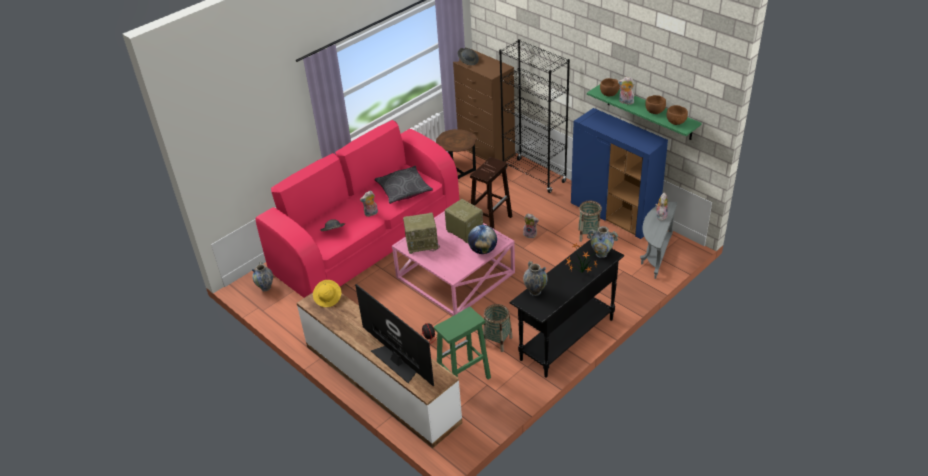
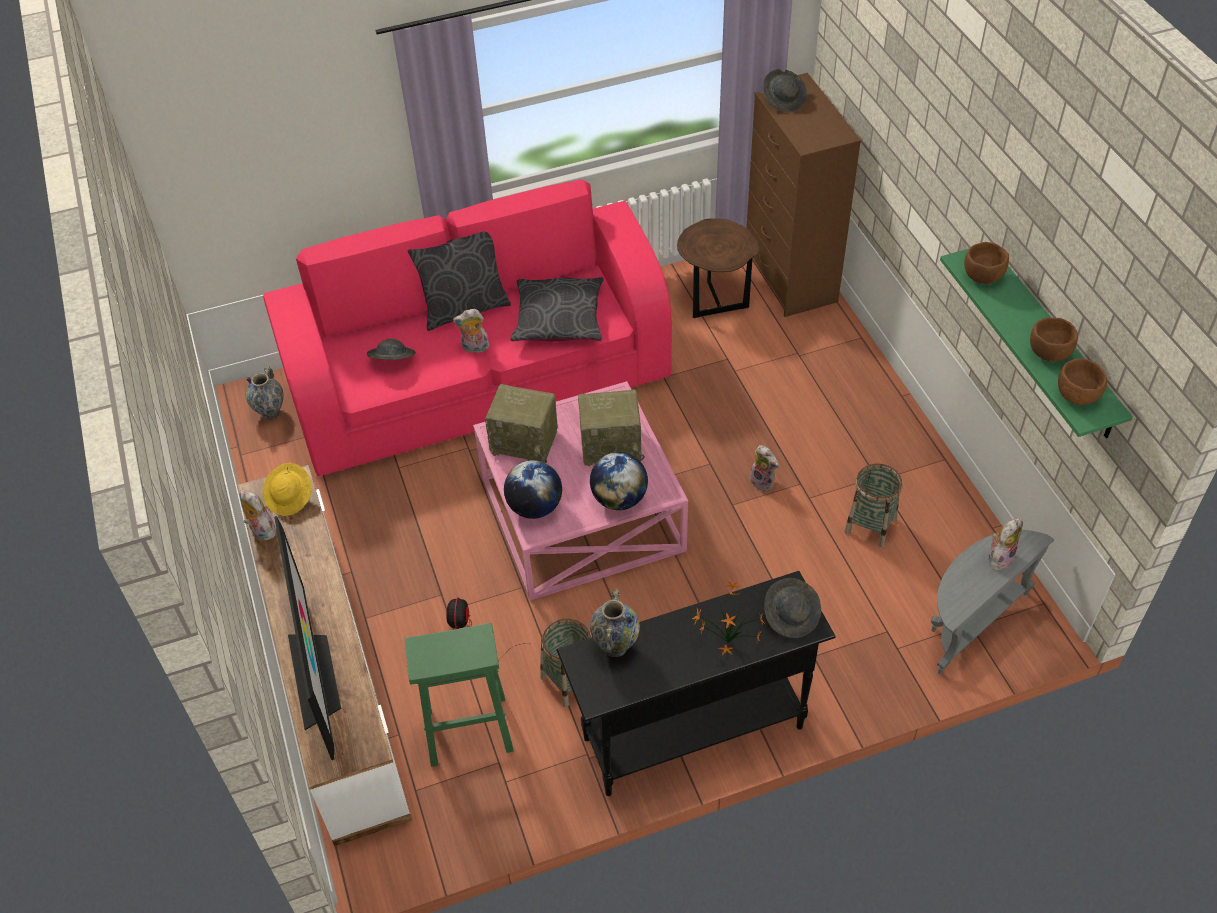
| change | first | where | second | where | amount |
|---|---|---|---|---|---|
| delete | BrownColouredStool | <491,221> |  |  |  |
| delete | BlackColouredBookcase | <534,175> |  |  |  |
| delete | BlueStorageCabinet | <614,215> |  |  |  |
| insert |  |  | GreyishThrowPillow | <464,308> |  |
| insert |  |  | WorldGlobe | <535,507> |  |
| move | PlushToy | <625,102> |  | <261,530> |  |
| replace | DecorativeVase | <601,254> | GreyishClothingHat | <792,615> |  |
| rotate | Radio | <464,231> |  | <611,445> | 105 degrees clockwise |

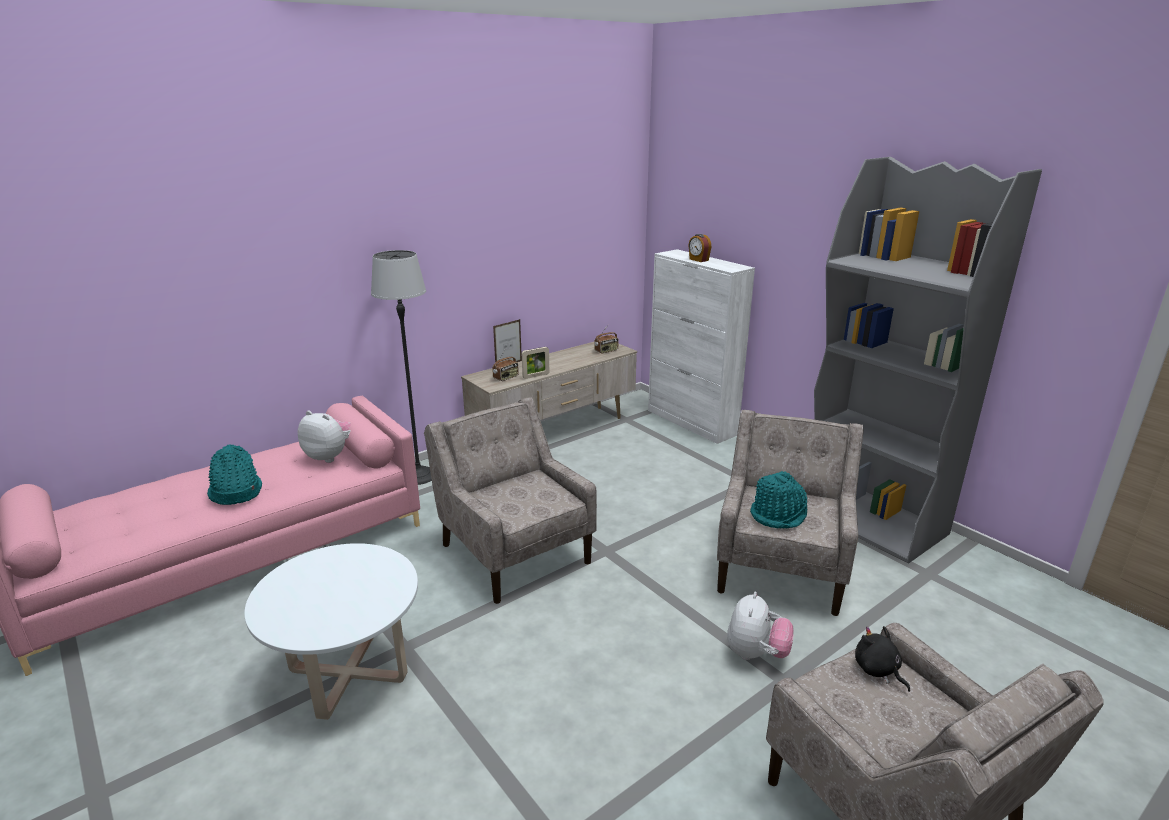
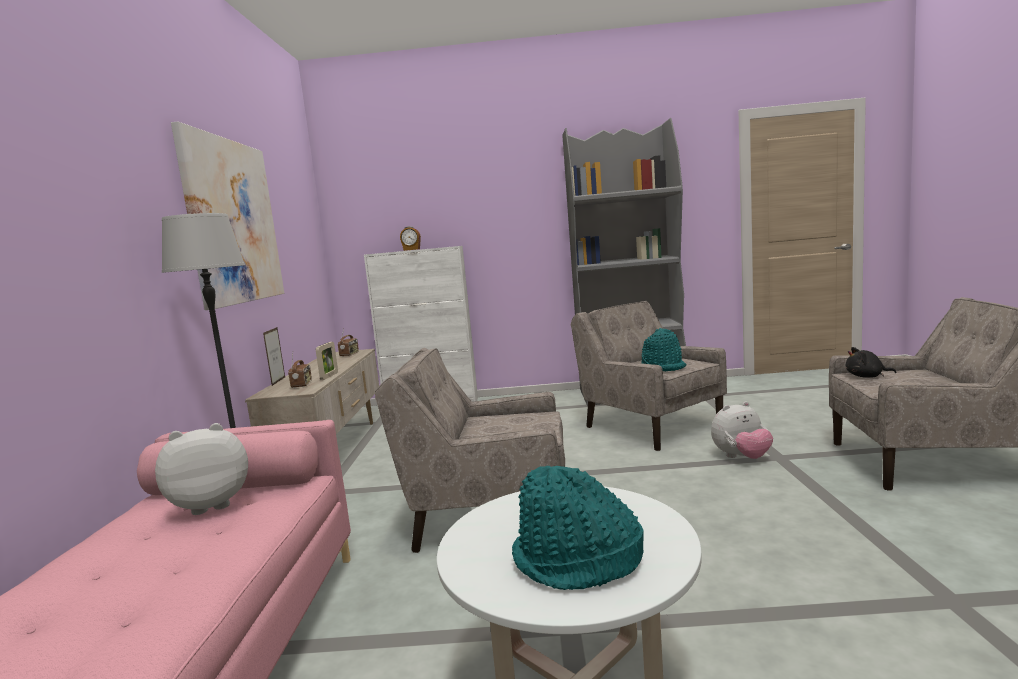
| change | first | where | second | where | amount |
|---|---|---|---|---|---|
| insert |  |  | Picture | <233,221> |  |
| move | TurquoiseColouredClothingHat | <235,492> |  | <577,562> |  |
| rotate | PlushToy | <756,653> |  | <741,458> | 105 degrees clockwise |

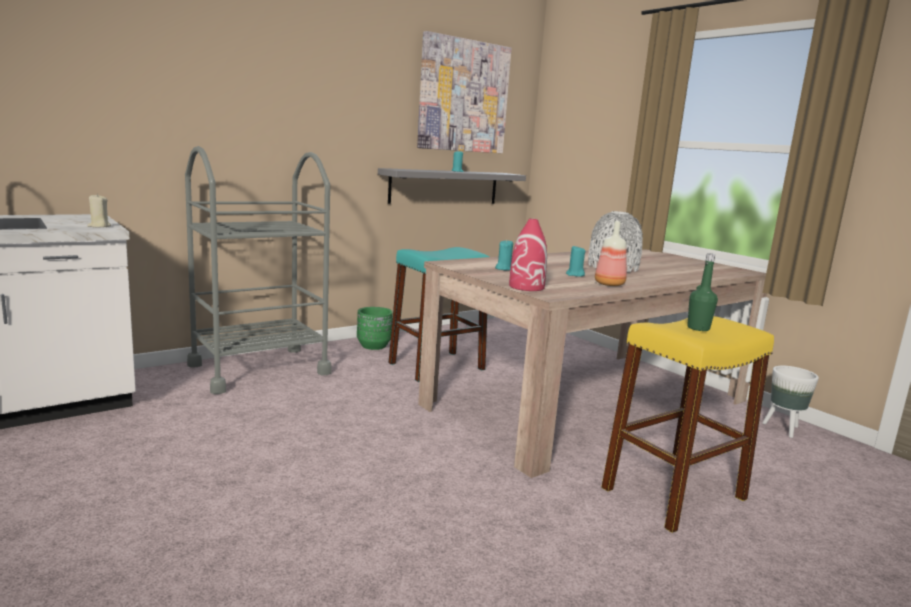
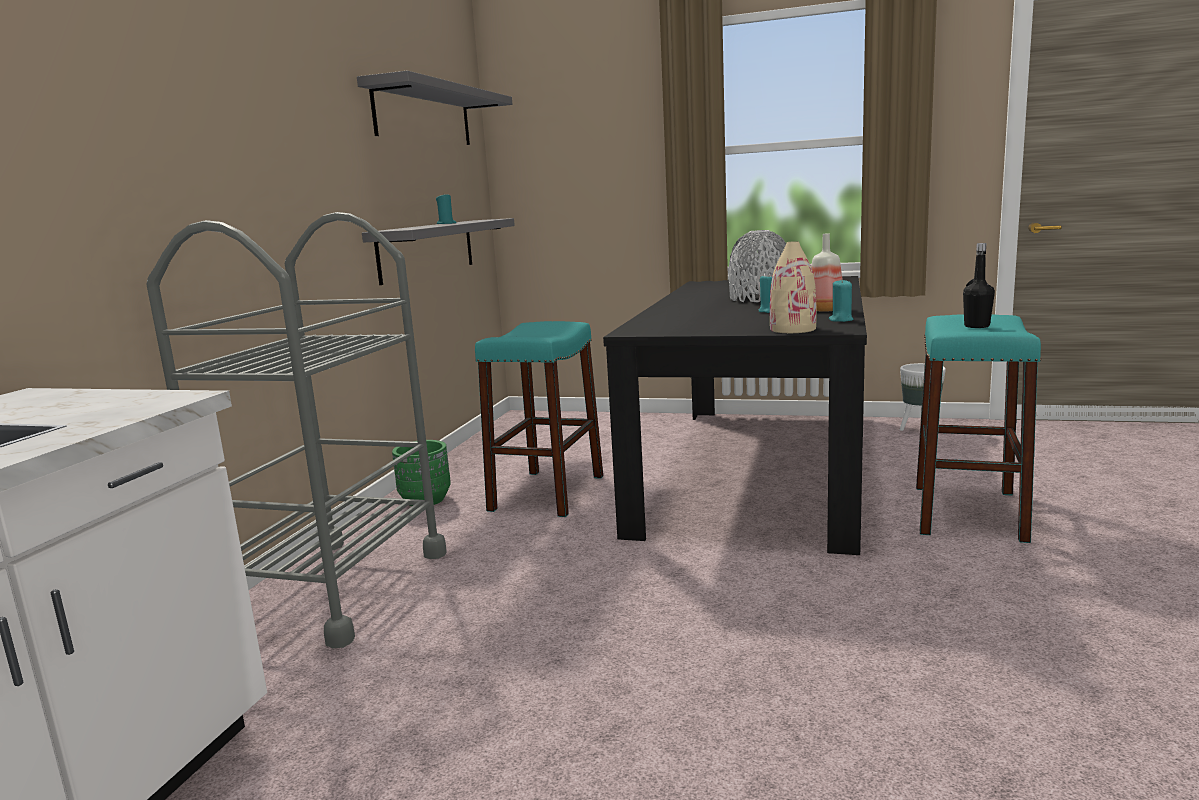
| change | first | where | second | where | amount |
|---|---|---|---|---|---|
| delete | BeigeColouredCandle | <99,226> |  |  |  |
| move | TurquoiseColouredCandle | <503,269> |  | <841,320> |  |
| replace | Picture | <463,96> | GreyishShelf | <424,115> |  |
| recolor | BeigeColouredDinnerTable | <590,402> | BlackColouredDinnerTable | <757,467> |  |
| recolor | ReddishDecorativeVase | <527,287> | BeigeColouredDecorativeVase | <793,329> |  |
| recolor | YellowColouredStool | <673,493> | TurquoiseColouredStool | <968,512> |  |
| recolor | GreenBeverageBottle | <698,328> | BlackColouredBeverageBottle | <976,326> |  |

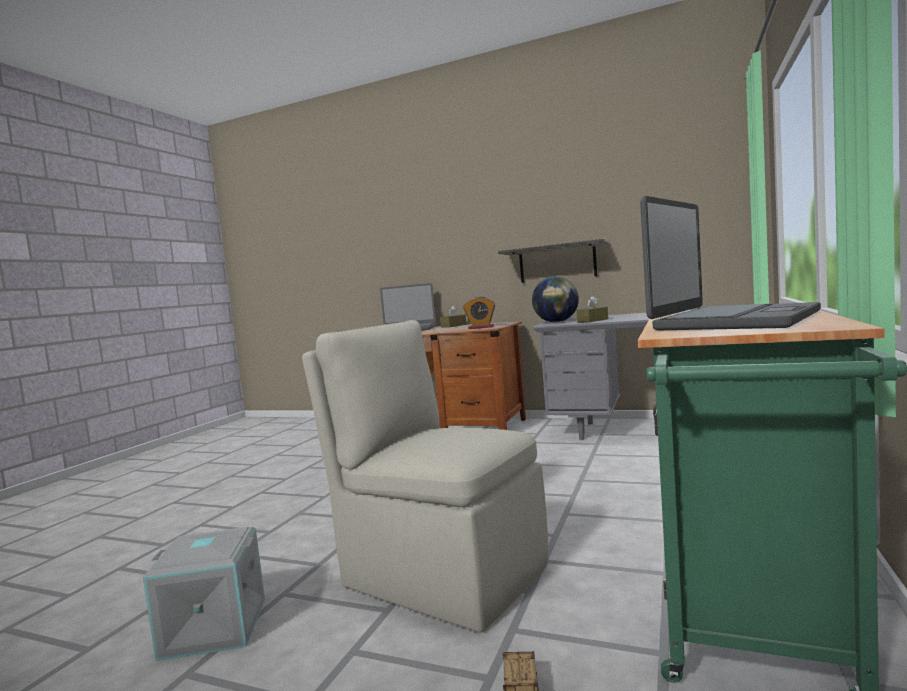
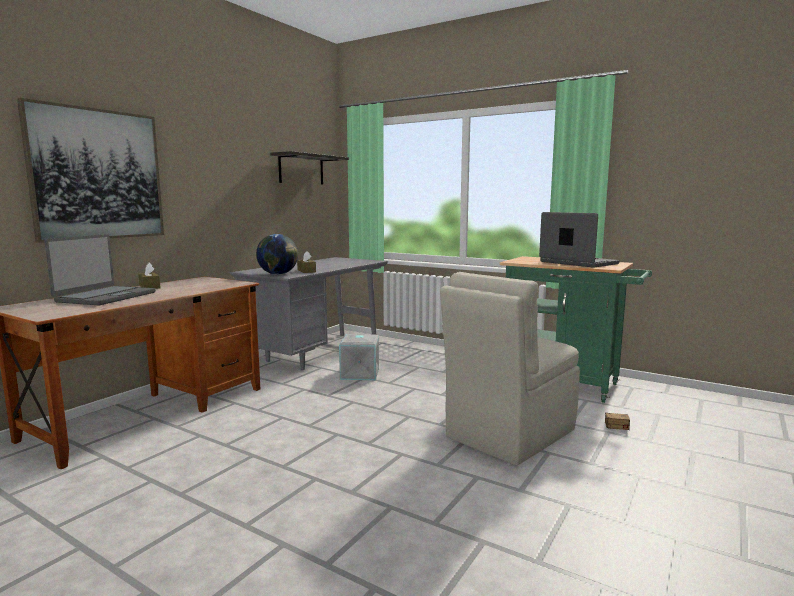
| change | first | where | second | where | amount |
|---|---|---|---|---|---|
| delete | AlarmClock | <481,327> |  |  |  |
| insert |  |  | Picture | <97,175> |  |
| move | GreyishStorageContainer | <213,629> |  | <360,374> |  |
| move | Shelf | <557,262> |  | <301,169> |  |

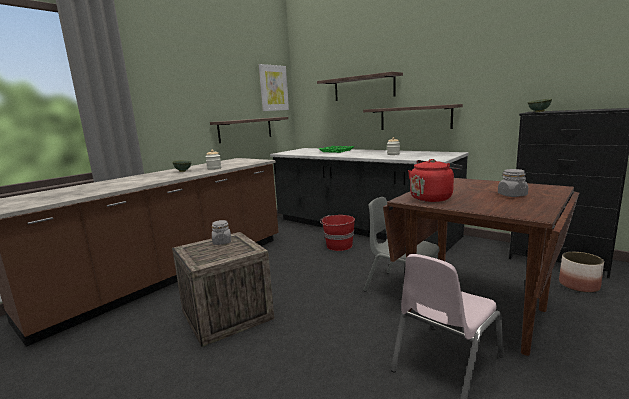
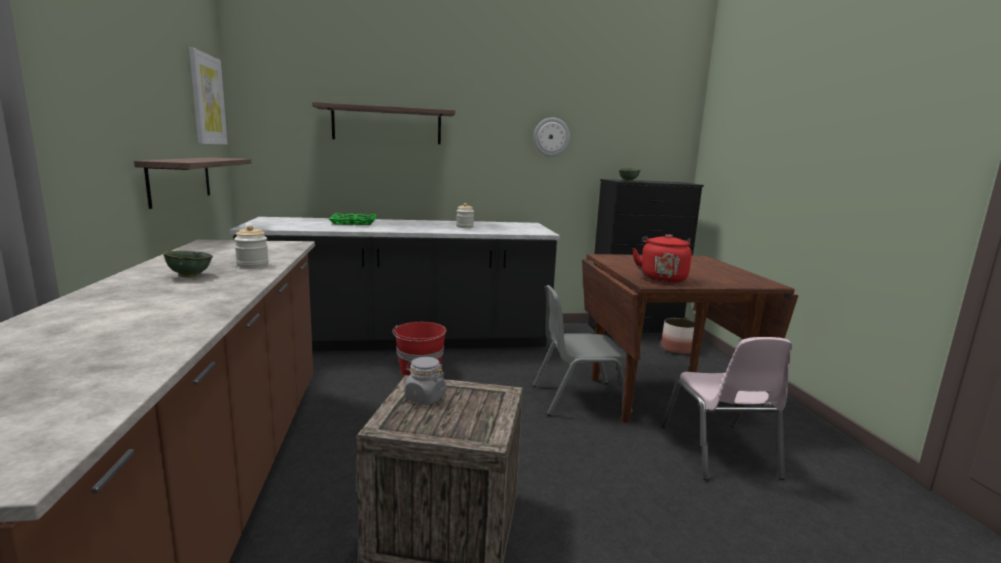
| change | first | where | second | where | amount |
|---|---|---|---|---|---|
| delete | Shelf | <415,118> |  |  |  |
| delete | GreyishPreserveJar | <512,195> |  |  |  |
| insert |  |  | HangingClock | <551,137> |  |

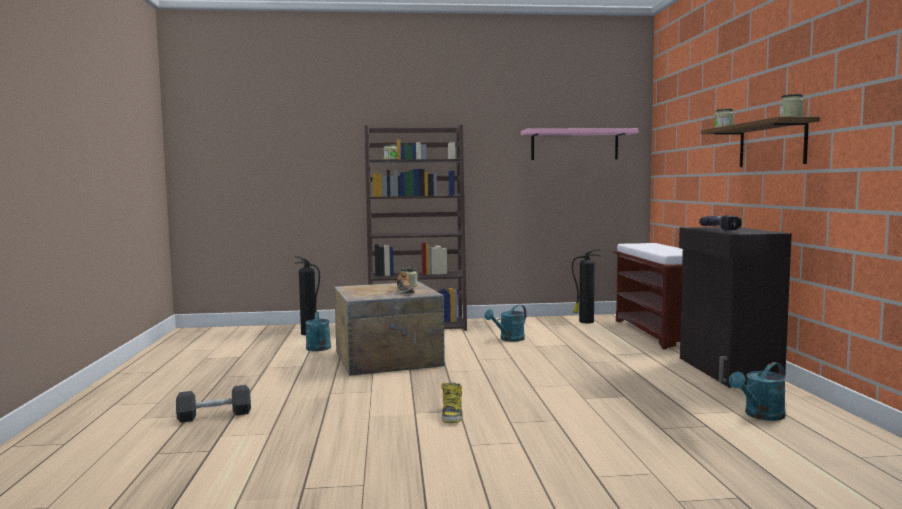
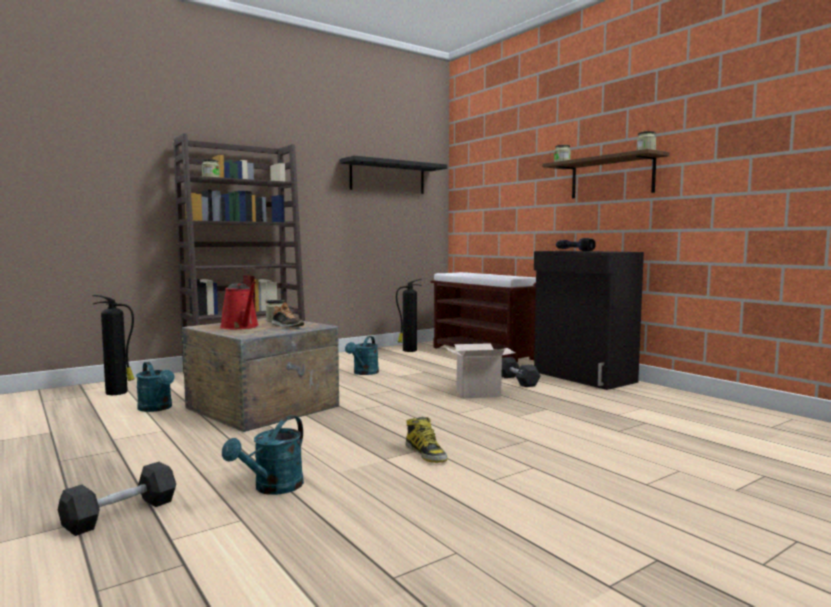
| change | first | where | second | where | amount |
|---|---|---|---|---|---|
| insert |  |  | ReddishSprinklingCan | <241,327> |  |
| insert |  |  | PackingBox | <479,393> |  |
| insert |  |  | BlackColouredFreeWeight | <517,381> |  |
| move | TurquoiseColouredSprinklingCan | <760,415> |  | <272,488> |  |
| recolor | PinkColouredShelf | <574,145> | BlackColouredShelf | <387,177> |  |

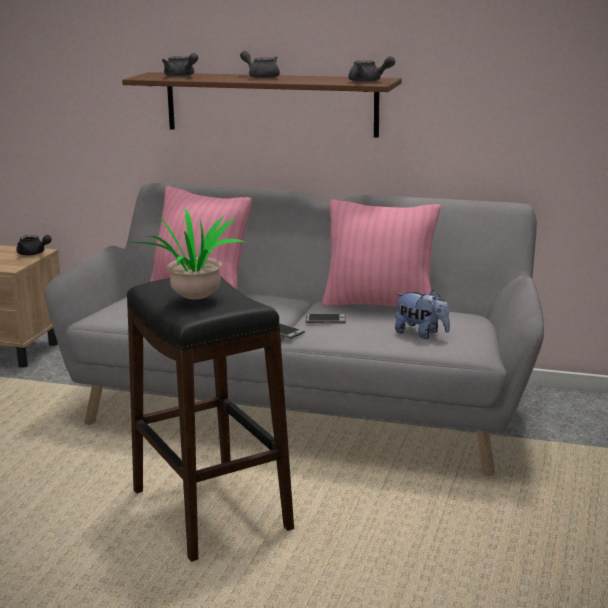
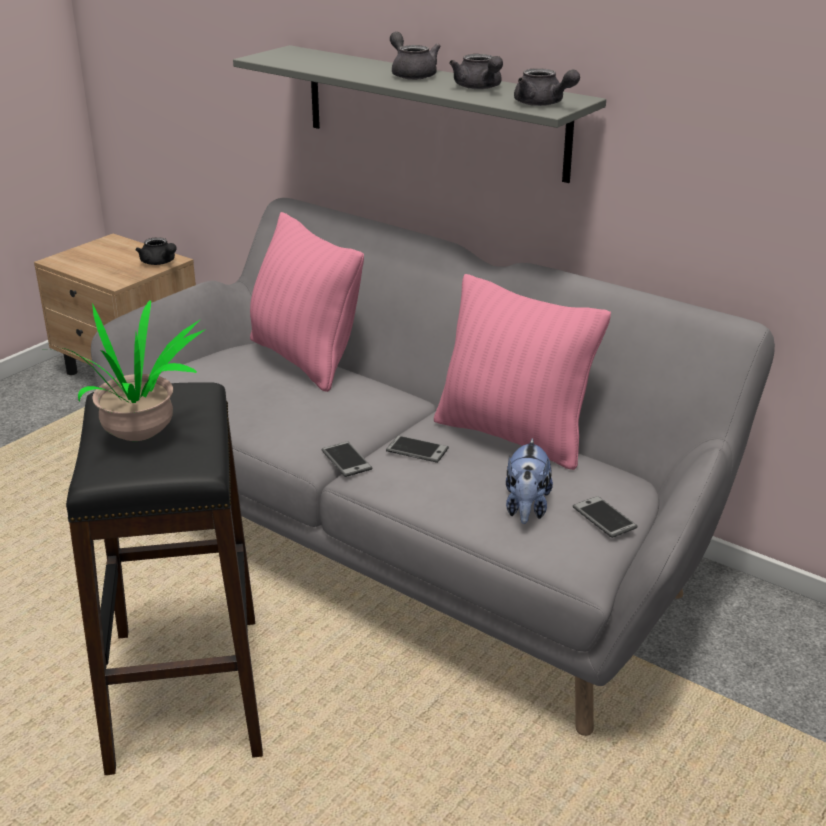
| change | first | where | second | where | amount |
|---|---|---|---|---|---|
| insert |  |  | Phone | <604,518> |  |
| move | GreyishTeapot | <181,76> |  | <479,88> |  |
| recolor | BrownColouredShelf | <270,104> | GreyishShelf | <433,111> |  |
| rotate | PlushToy | <421,334> |  | <526,508> | 45 degrees clockwise |

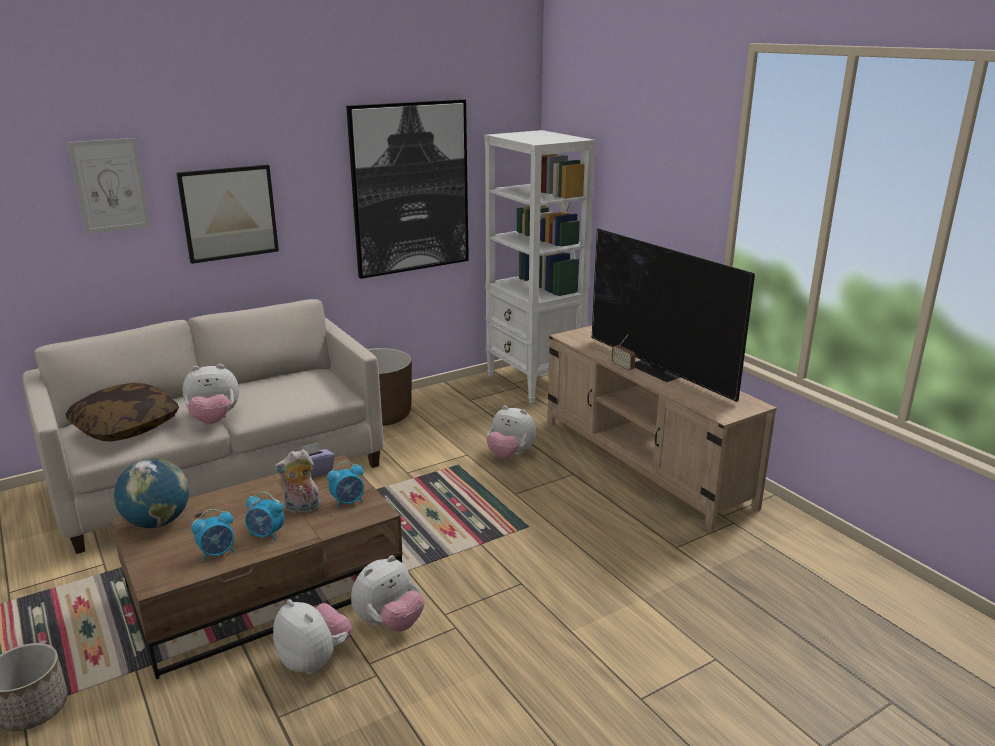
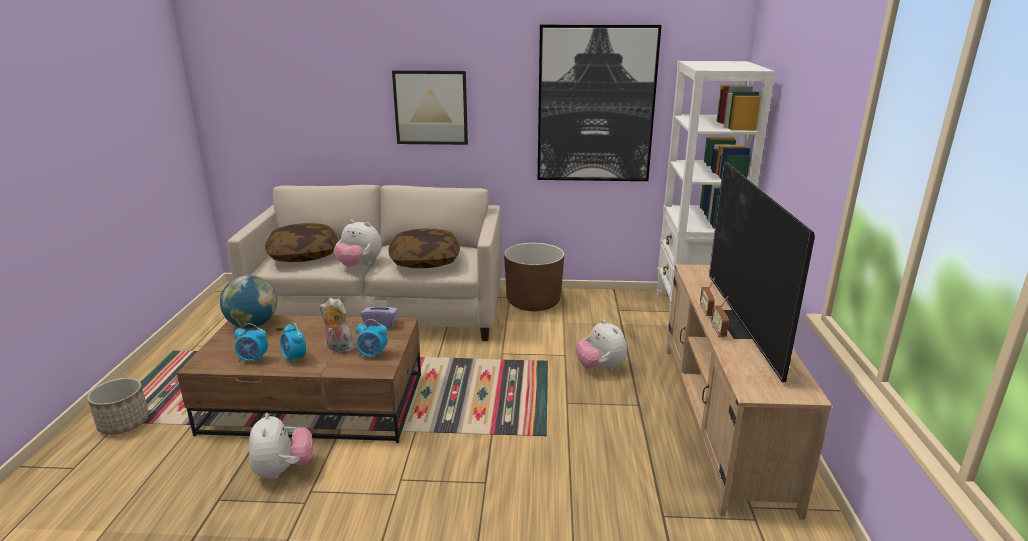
| change | first | where | second | where | amount |
|---|---|---|---|---|---|
| delete | Picture | <110,186> |  |  |  |
| delete | PlushToy | <389,623> |  |  |  |
| insert |  |  | ThrowPillow | <425,260> |  |
| insert |  |  | Radio | <718,332> |  |

